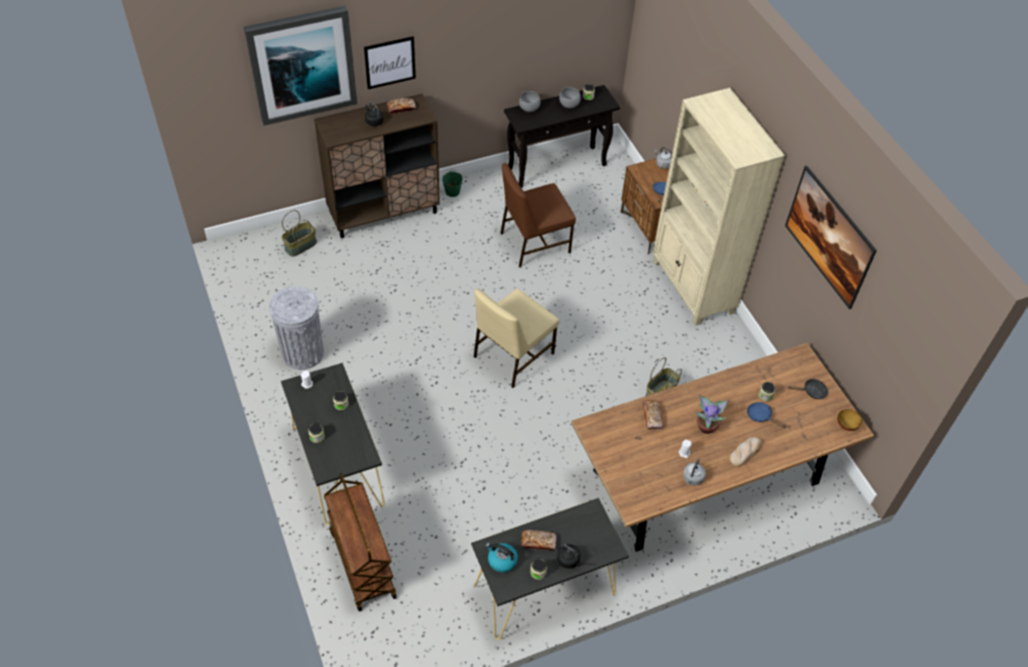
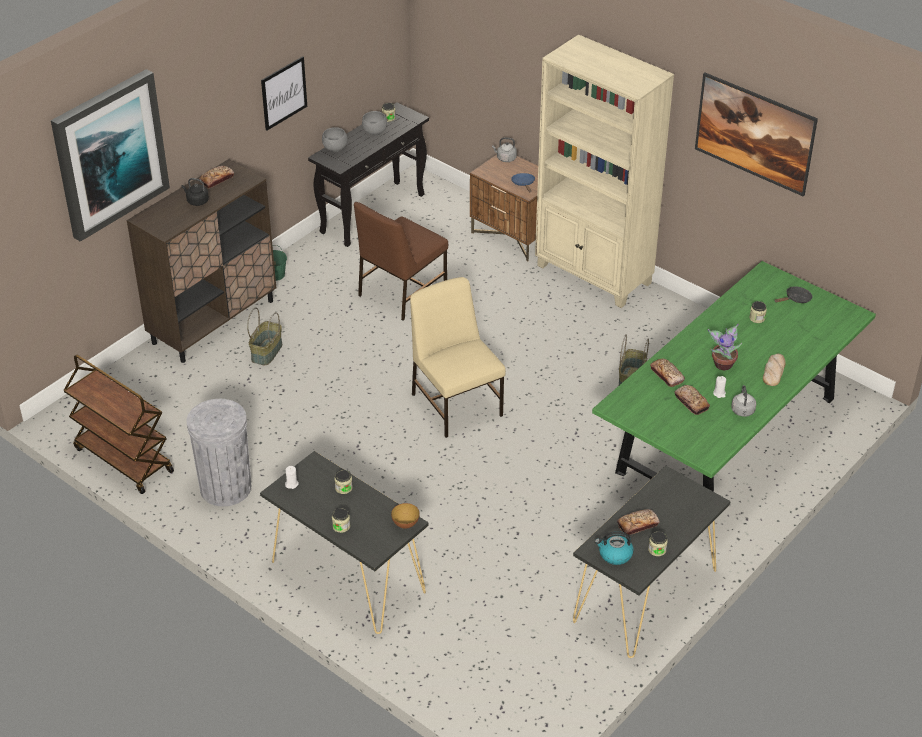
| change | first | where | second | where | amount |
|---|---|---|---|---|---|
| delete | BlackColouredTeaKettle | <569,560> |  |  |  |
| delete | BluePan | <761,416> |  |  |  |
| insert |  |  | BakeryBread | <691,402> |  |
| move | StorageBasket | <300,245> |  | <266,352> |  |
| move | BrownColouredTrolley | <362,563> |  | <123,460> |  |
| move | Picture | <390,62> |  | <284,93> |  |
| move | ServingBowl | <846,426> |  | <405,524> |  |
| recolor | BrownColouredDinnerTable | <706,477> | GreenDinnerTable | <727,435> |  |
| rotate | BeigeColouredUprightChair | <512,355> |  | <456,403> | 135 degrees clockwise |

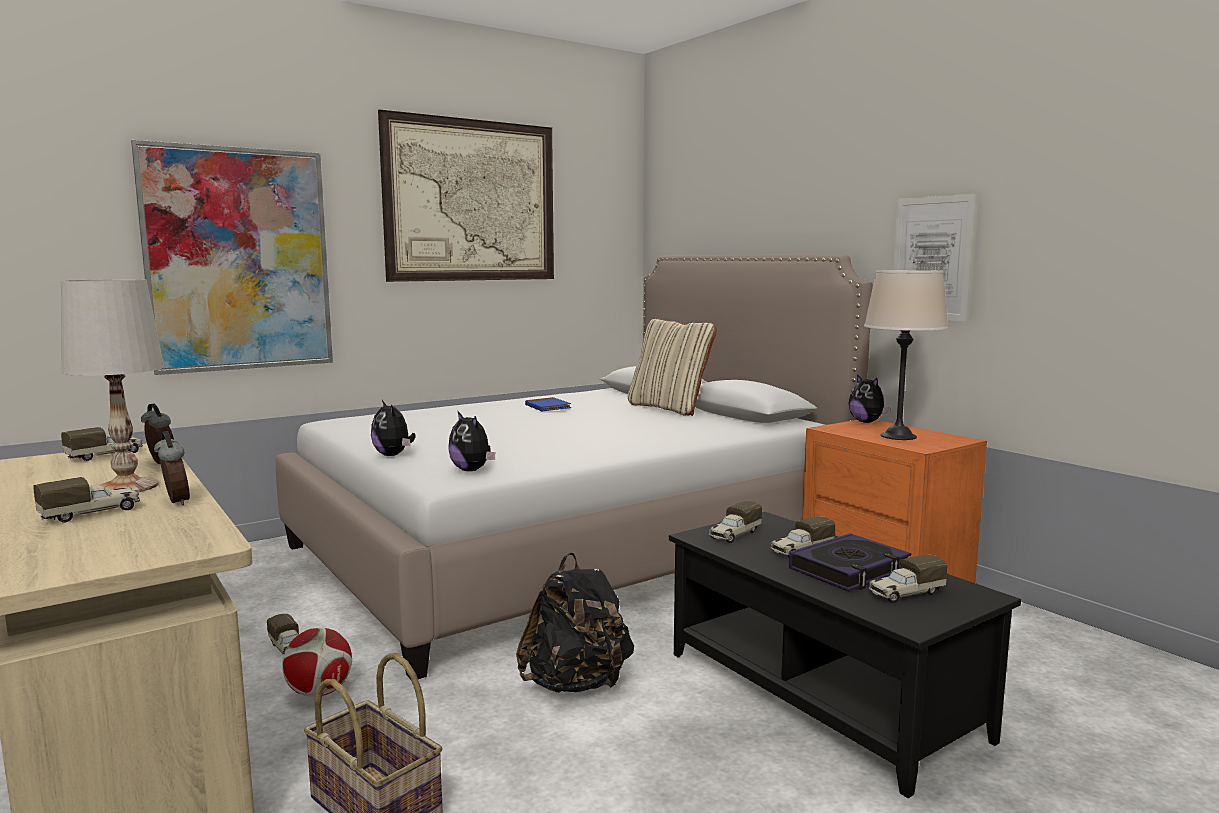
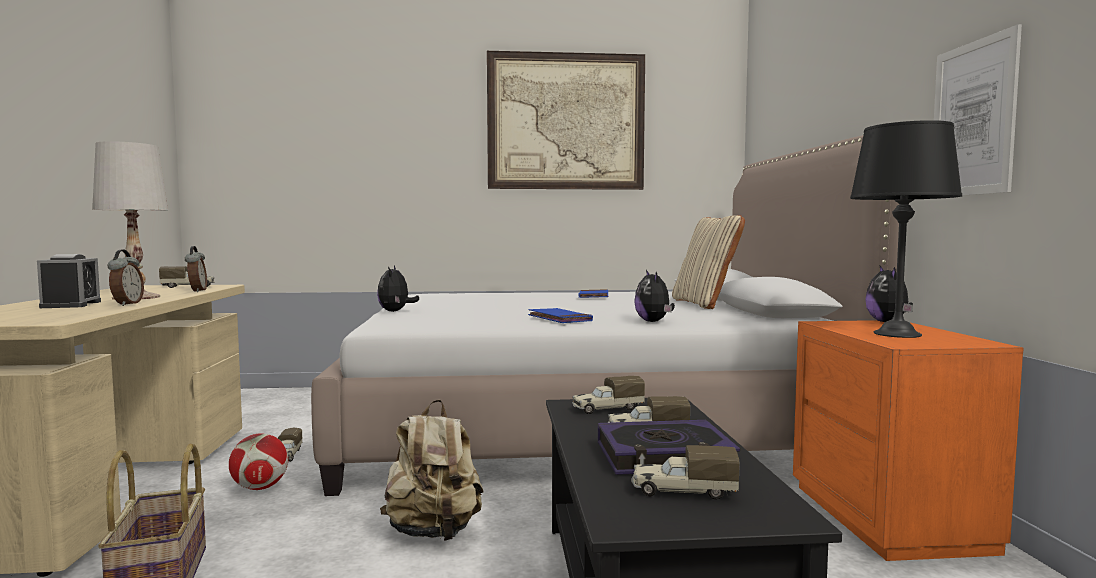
| change | first | where | second | where | amount |
|---|---|---|---|---|---|
| delete | Picture | <239,260> |  |  |  |
| insert |  |  | BlueVolume | <559,319> |  |
| move | PlushToy | <472,470> |  | <654,321> |  |
| replace | ModelTruck | <91,513> | AlarmClock | <71,304> |  |
| recolor | BlackColouredRucksack | <576,684> | BeigeColouredRucksack | <434,532> |  |
| recolor | BeigeColouredTabletopLamp | <898,436> | BlackColouredTabletopLamp | <897,334> |  |

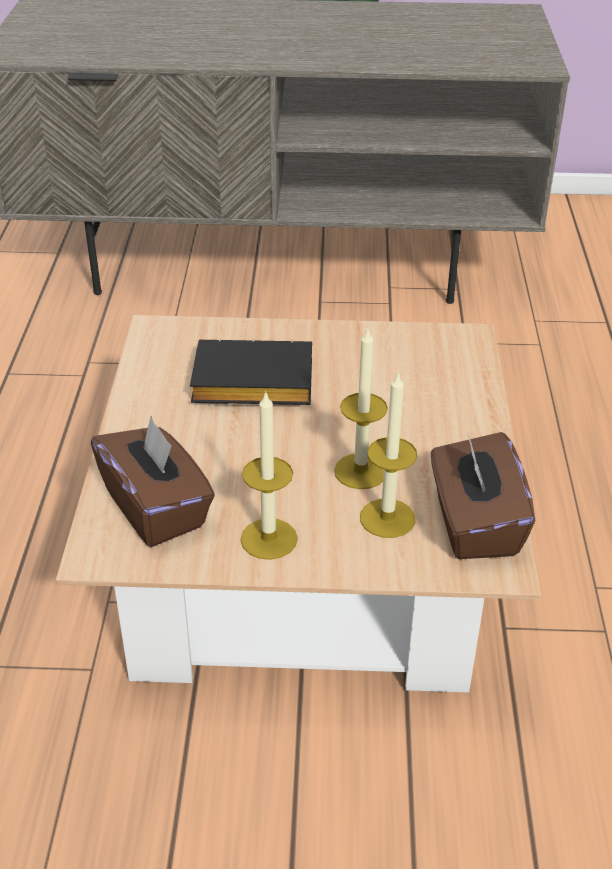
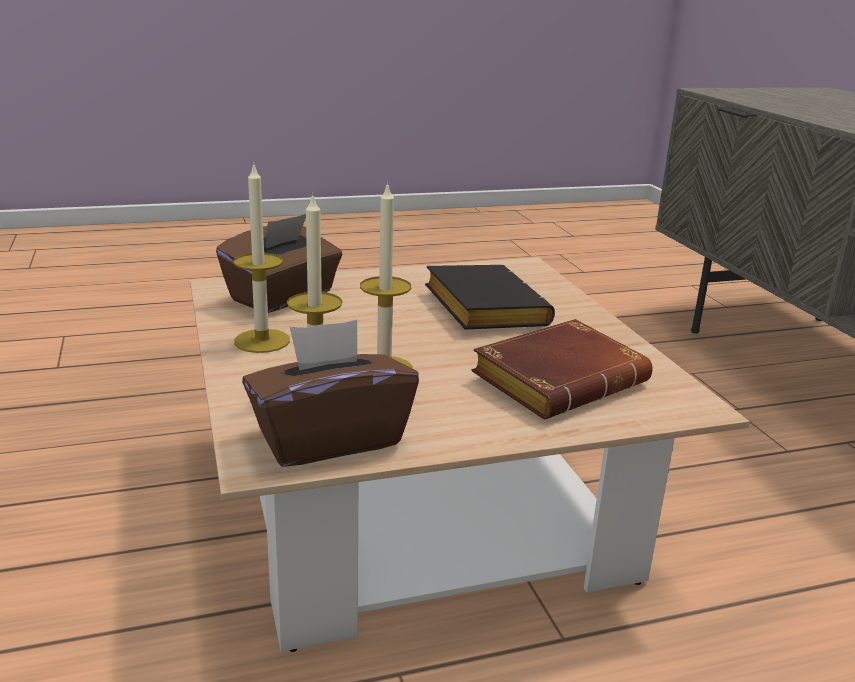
| change | first | where | second | where | amount |
|---|---|---|---|---|---|
| insert |  |  | BrownColouredVolume | <559,379> |  |

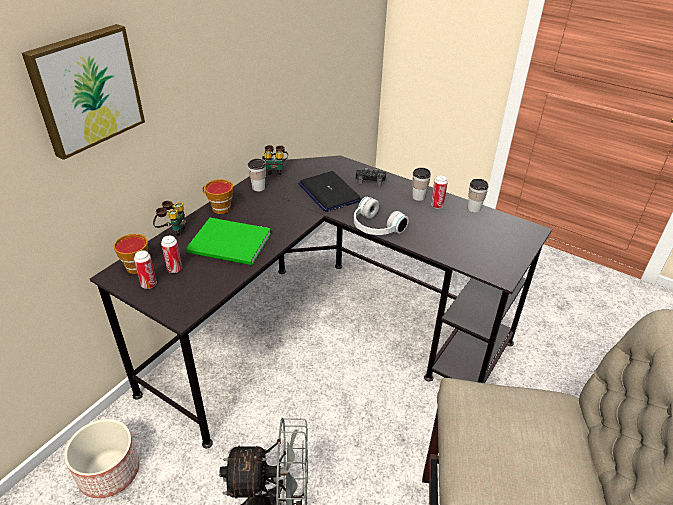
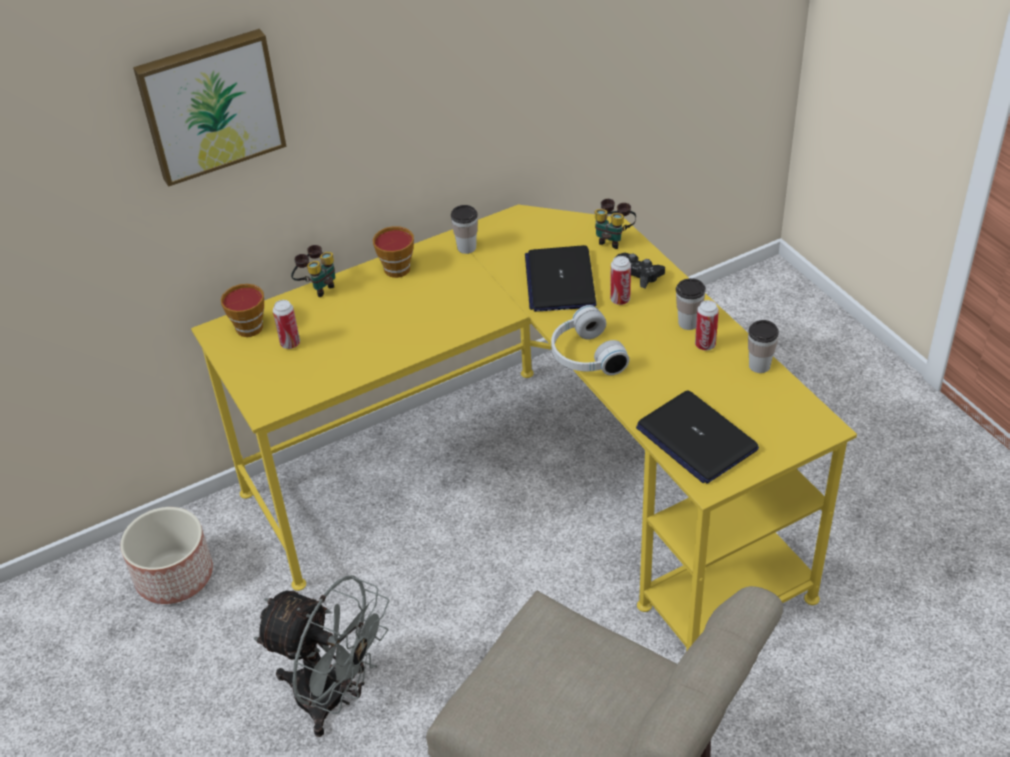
| change | first | where | second | where | amount |
|---|---|---|---|---|---|
| delete | GreenVolume | <231,245> |  |  |  |
| insert |  |  | NotebookComputer | <695,438> |  |
| move | MetalCan | <149,284> |  | <620,300> |  |
| move | Binoculars | <275,170> |  | <613,239> |  |
| recolor | BlackColouredDeskTable | <325,335> | YellowColouredDeskTable | <532,493> |  |

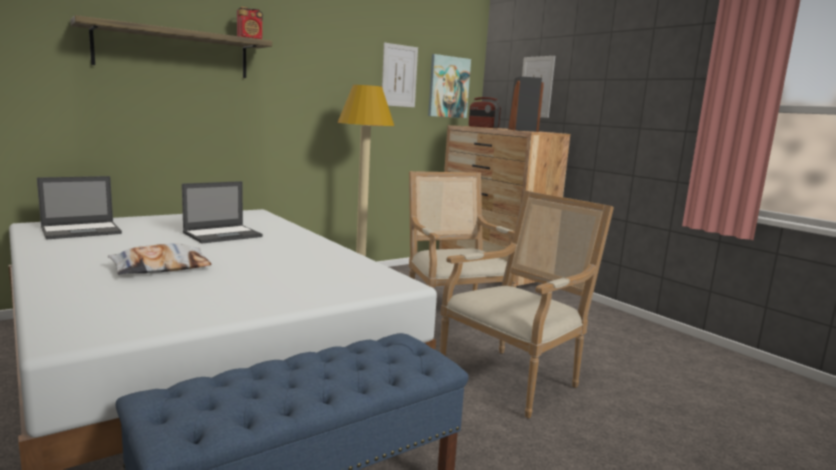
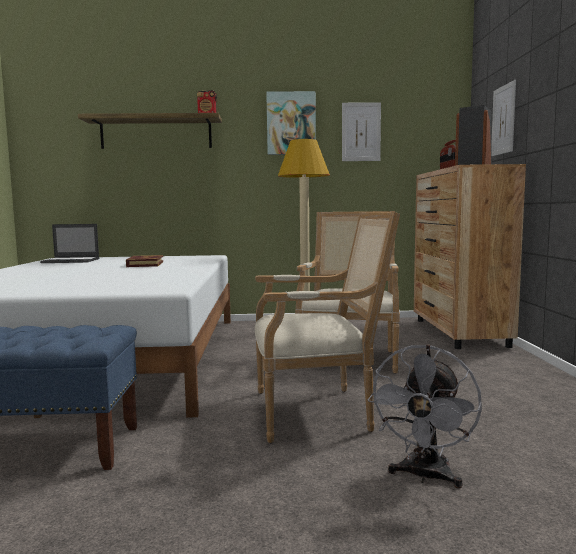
| change | first | where | second | where | amount |
|---|---|---|---|---|---|
| delete | ThrowPillow | <161,268> |  |  |  |
| insert |  |  | GreyishFan | <425,476> |  |
| move | Picture | <448,87> |  | <291,123> |  |
| replace | NotebookComputer | <223,234> | Volume | <145,264> |  |

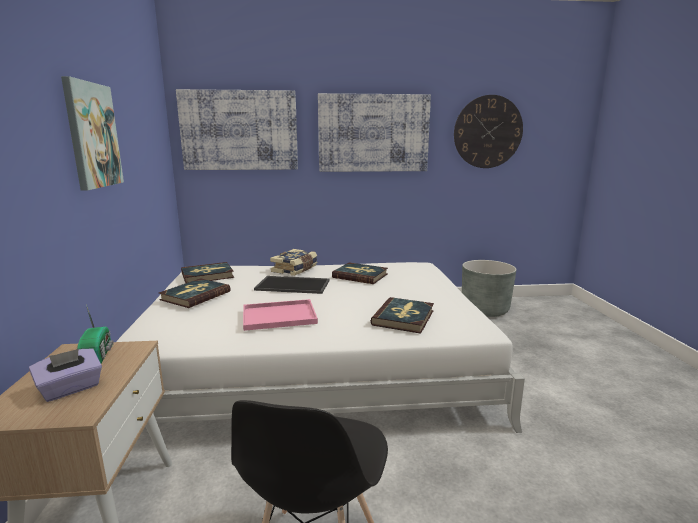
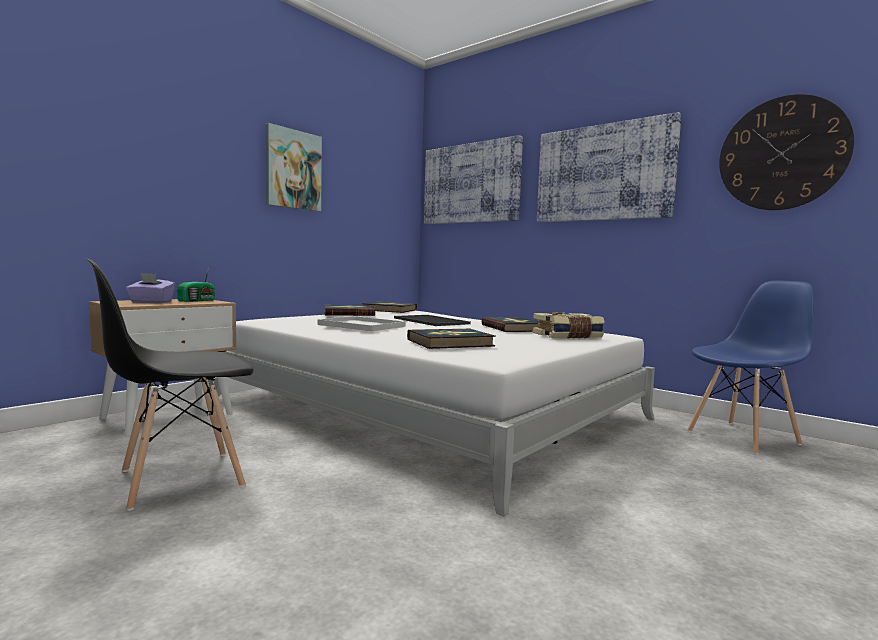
| change | first | where | second | where | amount |
|---|---|---|---|---|---|
| move | Volume | <295,269> |  | <568,336> |  |
| replace | GreyishPlanter | <484,310> | BlueUprightChair | <743,437> |  |
| recolor | PinkColouredServingTray | <277,316> | WhitishServingTray | <359,325> |  |

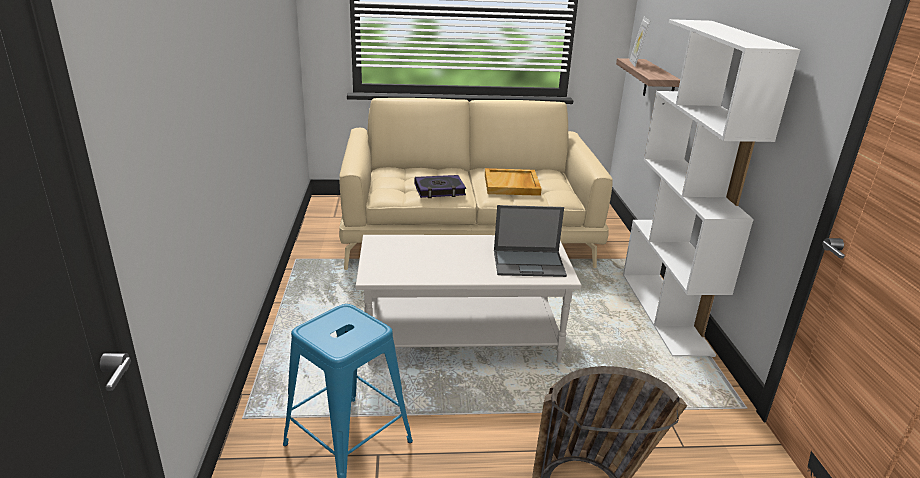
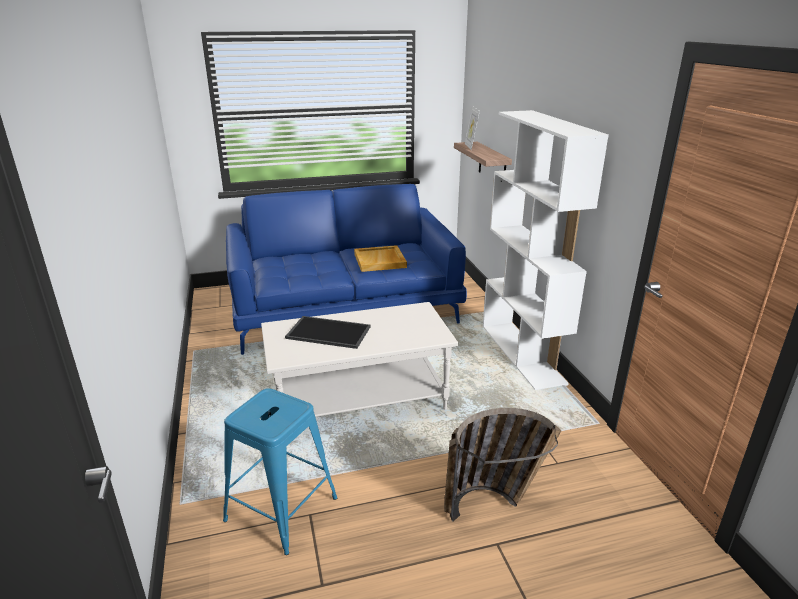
| change | first | where | second | where | amount |
|---|---|---|---|---|---|
| delete | Volume | <439,190> |  |  |  |
| delete | NotebookComputer | <529,263> |  |  |  |
| insert |  |  | ServingTray | <327,333> |  |
| recolor | BeigeColouredCouch | <468,234> | BlueCouch | <345,307> |  |

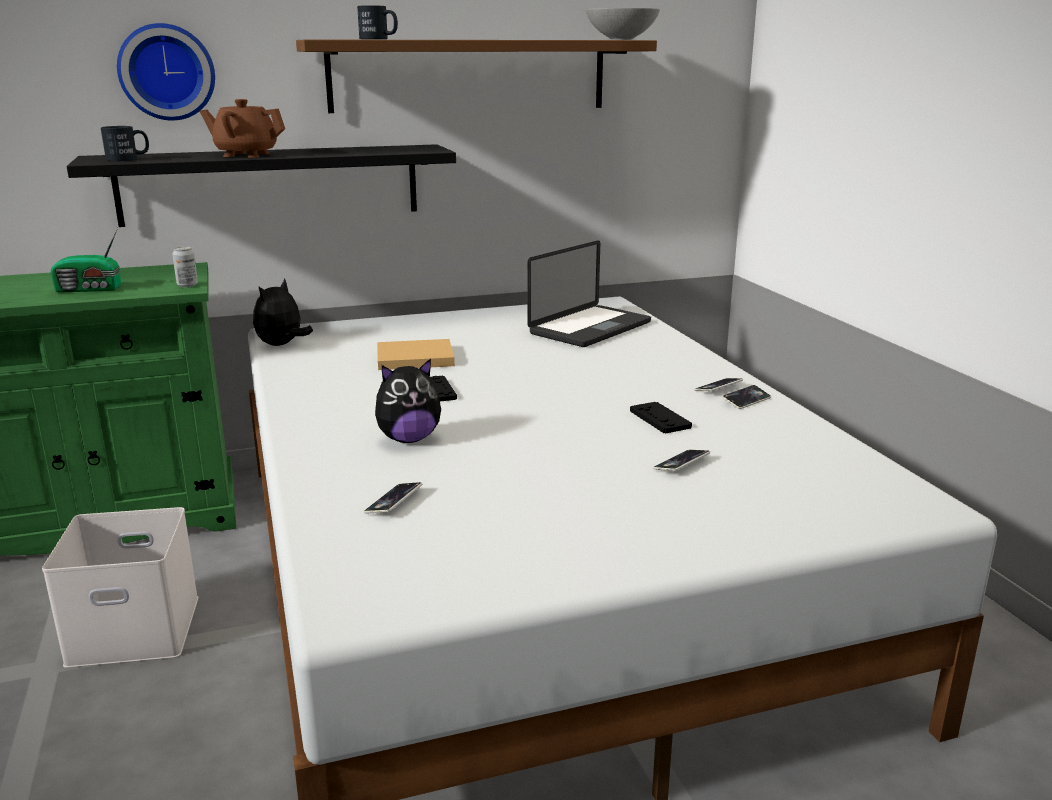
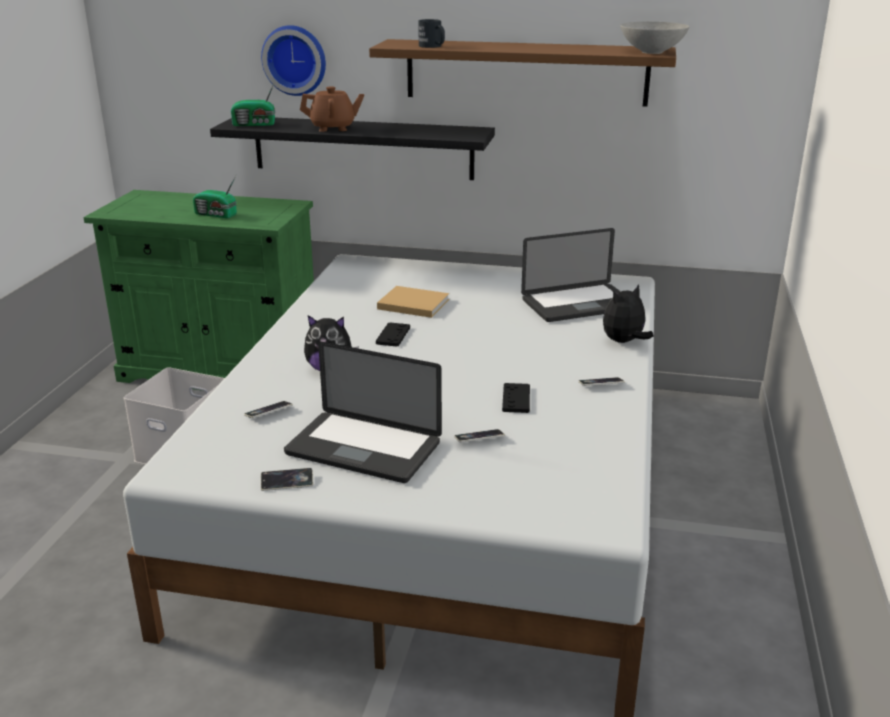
| change | first | where | second | where | amount |
|---|---|---|---|---|---|
| delete | MetalCan | <187,285> |  |  |  |
| insert |  |  | NotebookComputer | <363,449> |  |
| move | PlushToy | <282,345> |  | <624,342> |  |
| move | Phone | <746,400> |  | <287,482> |  |
| replace | BlackColouredCoffeeMug | <128,159> | Radio | <255,124> |  |
| rotate | BrownColouredTeapot | <246,155> |  | <333,128> | 135 degrees clockwise |

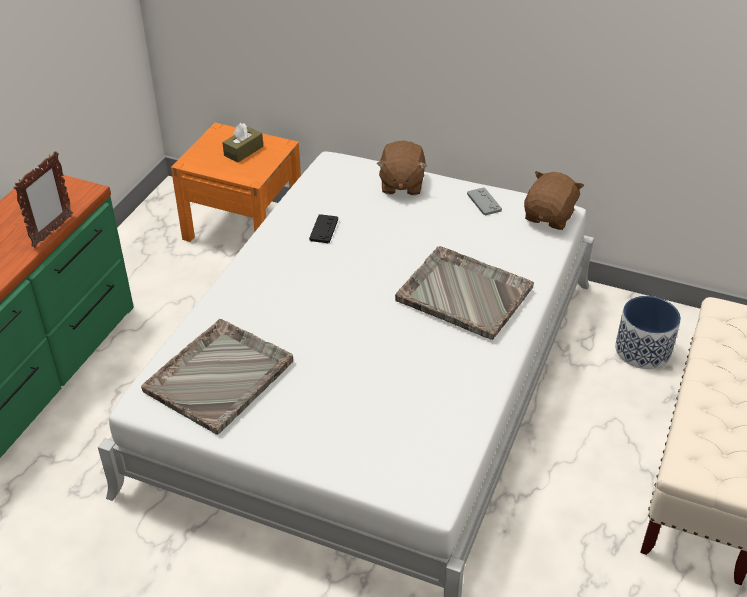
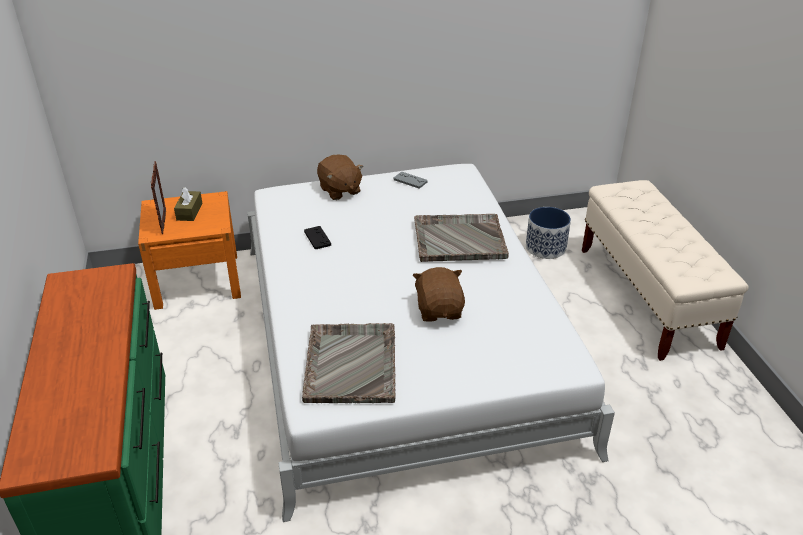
| change | first | where | second | where | amount |
|---|---|---|---|---|---|
| move | StandingFrame | <52,231> |  | <163,223> |  |
| move | BrownColouredPlushToy | <549,217> |  | <439,310> |  |

